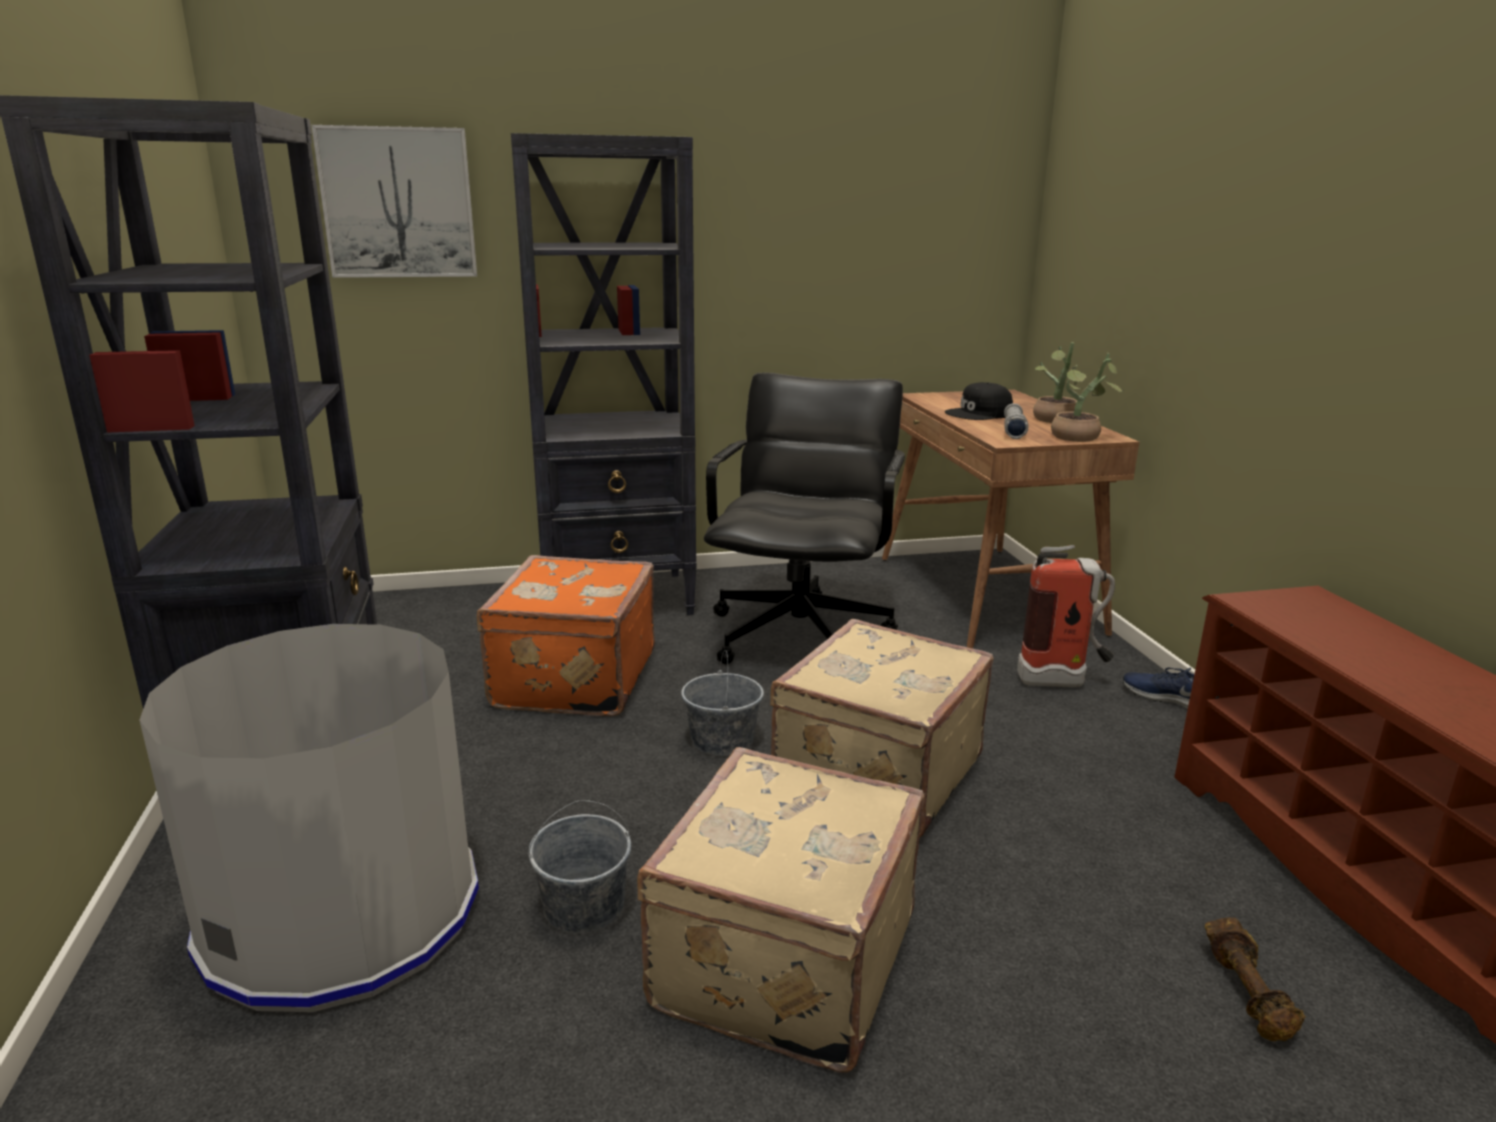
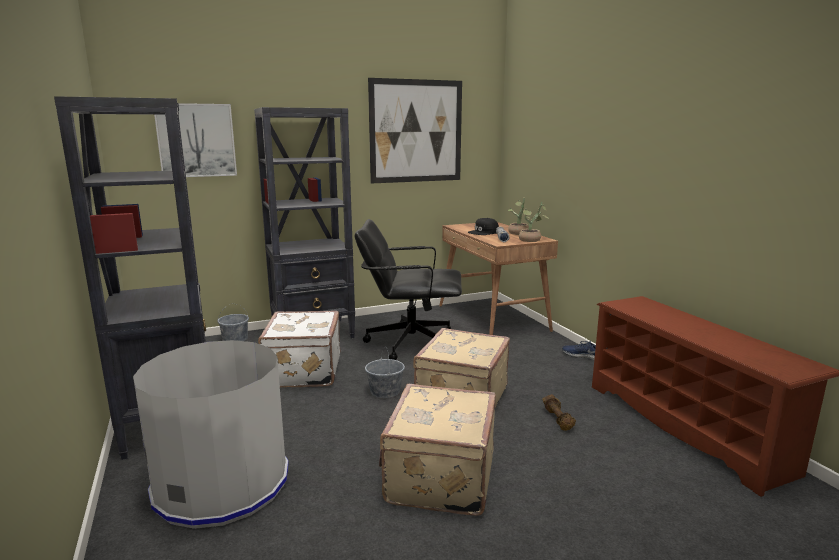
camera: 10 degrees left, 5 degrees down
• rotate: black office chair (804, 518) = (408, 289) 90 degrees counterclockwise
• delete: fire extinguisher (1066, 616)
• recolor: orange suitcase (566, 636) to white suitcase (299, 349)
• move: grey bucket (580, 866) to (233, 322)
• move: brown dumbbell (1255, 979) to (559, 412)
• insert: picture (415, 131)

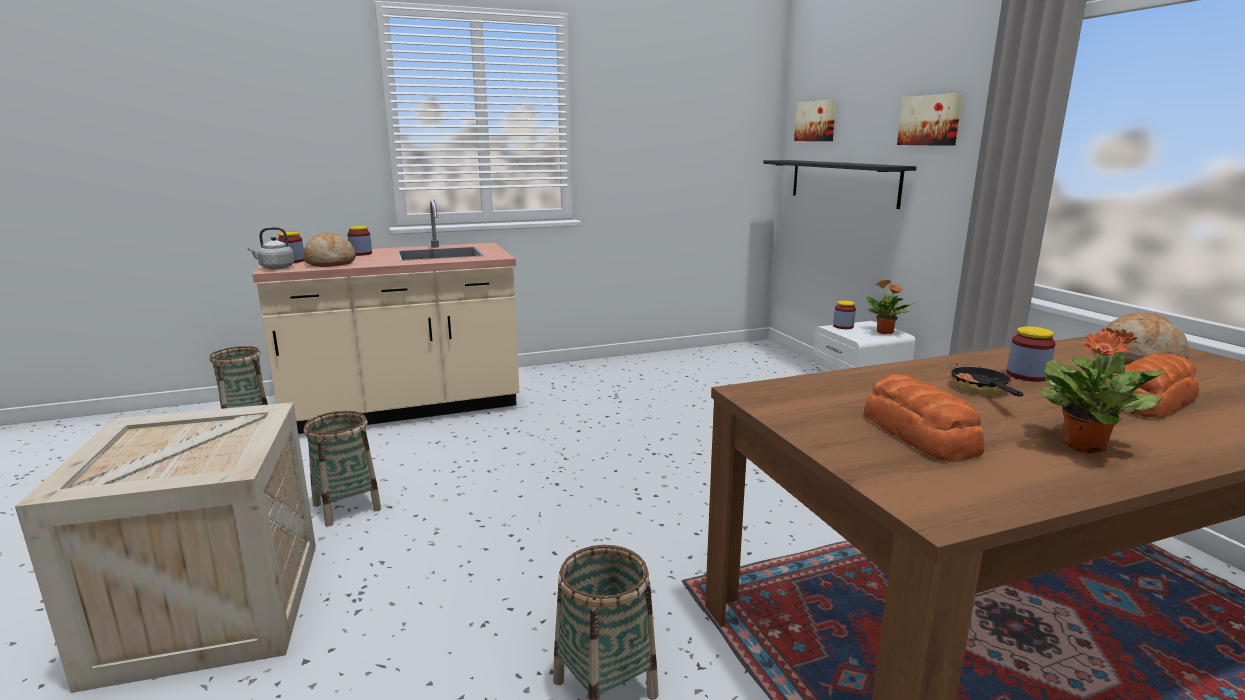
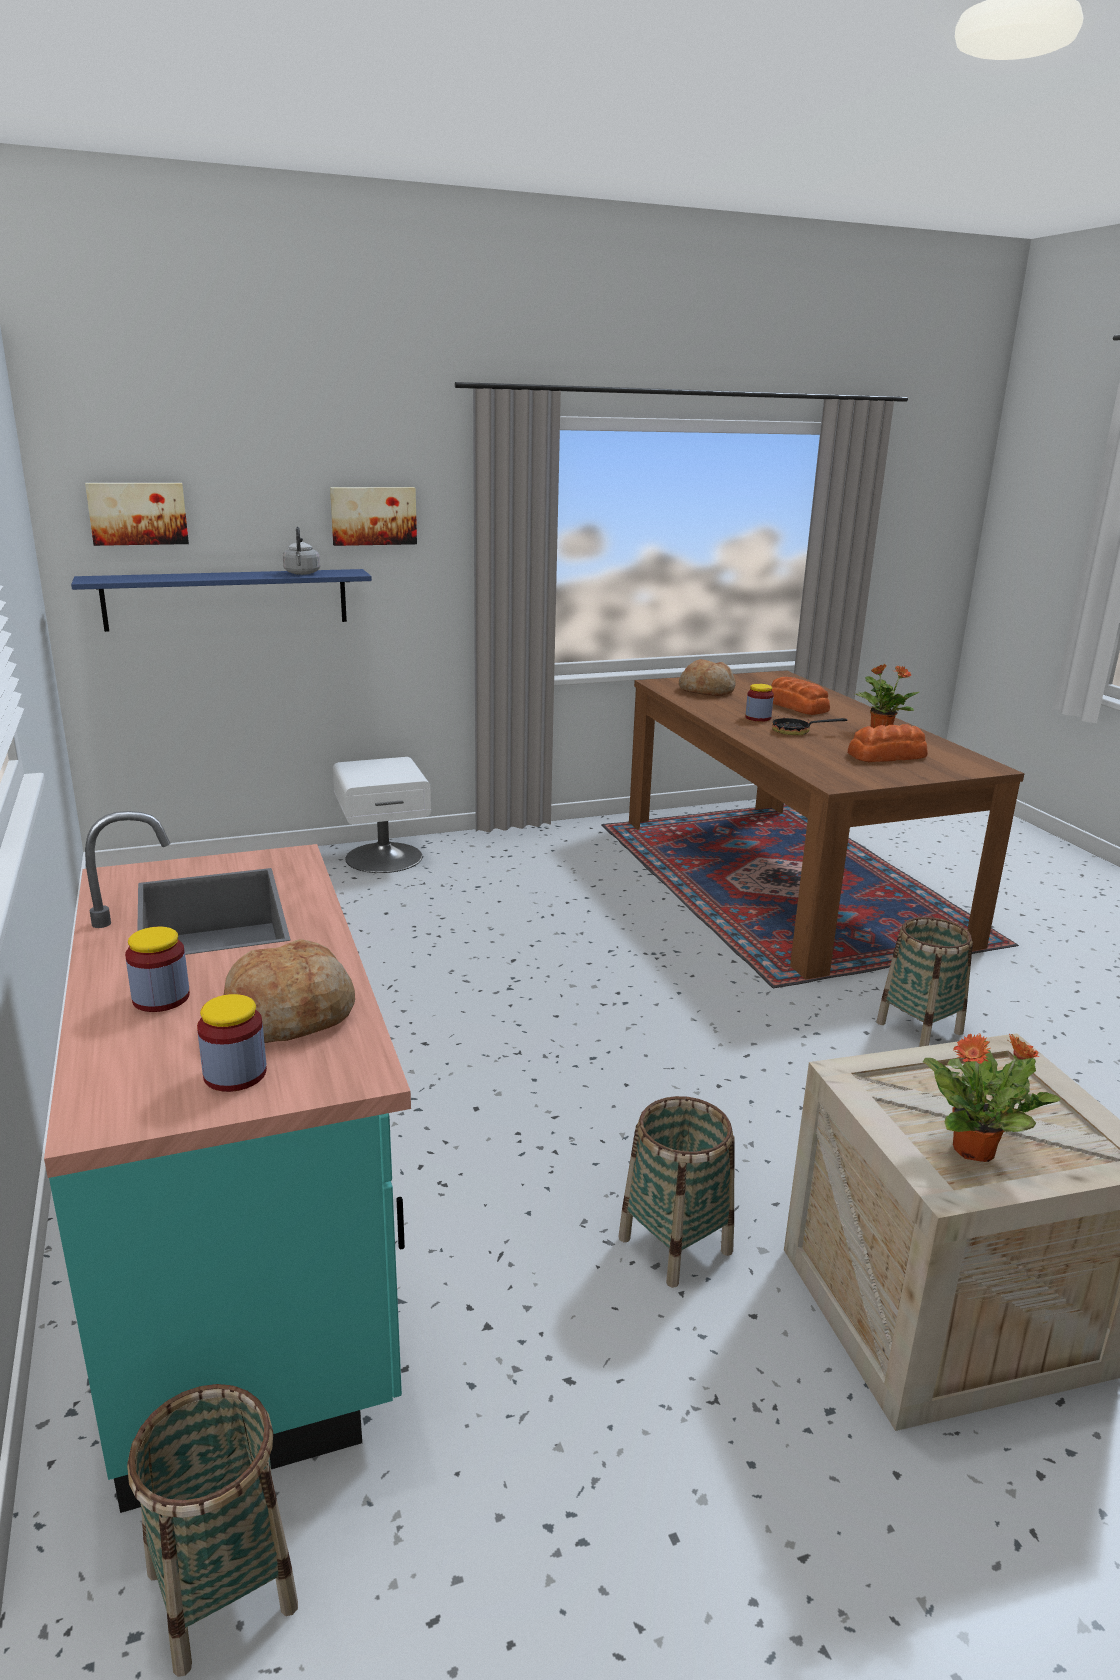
camera: 90 degrees left, 5 degrees up
• recolor: black shelf (839, 184) to blue shelf (221, 600)
• recolor: beige counter (385, 316) to turquoise counter (227, 1162)
• move: grey kettle (271, 248) to (301, 551)
• move: potted plant (889, 307) to (991, 1098)
• delete: jar (844, 314)

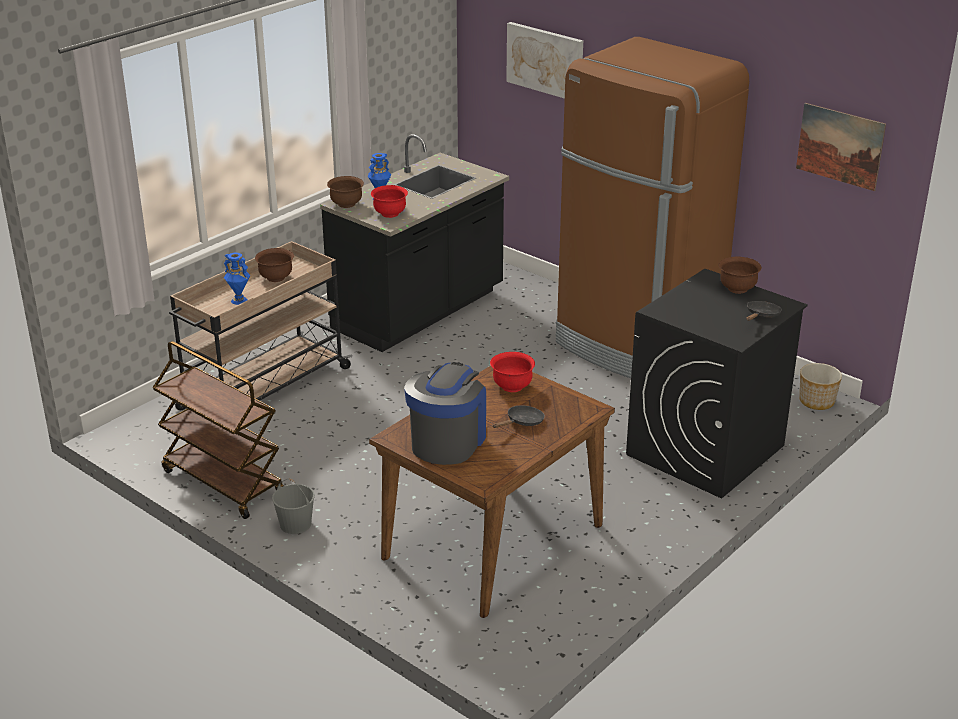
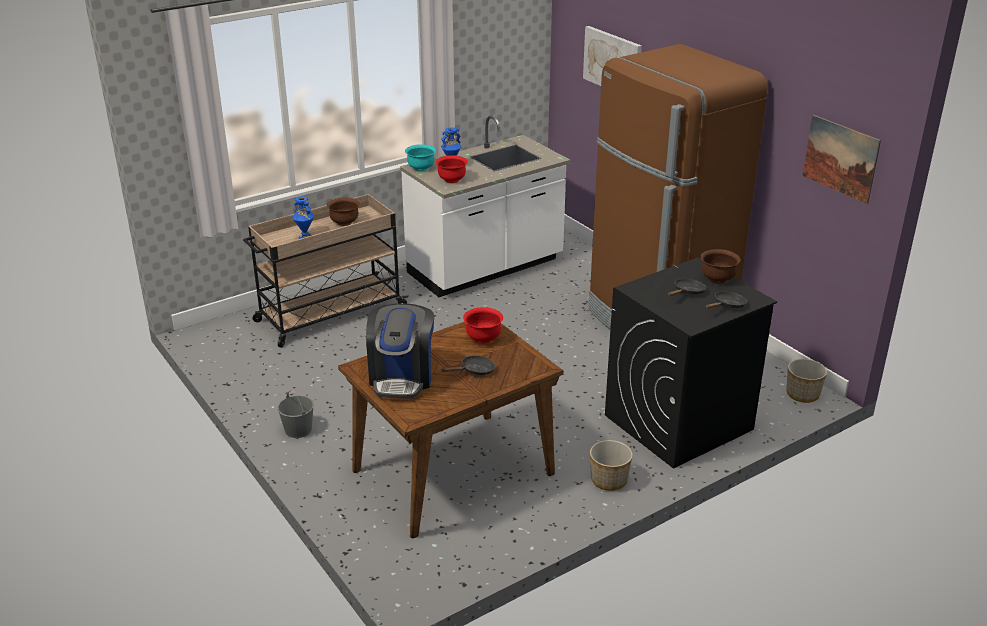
camera: 15 degrees right, 0 degrees up
• recolor: black counter (414, 243) to white counter (485, 206)
• recolor: brown bowl (345, 192) to turquoise bowl (420, 157)
• delete: brown cart (218, 430)
• rotate: coffee machine (445, 413) = (400, 350) 150 degrees clockwise
• insert: black frying pan (687, 287)
• insert: planter (611, 465)

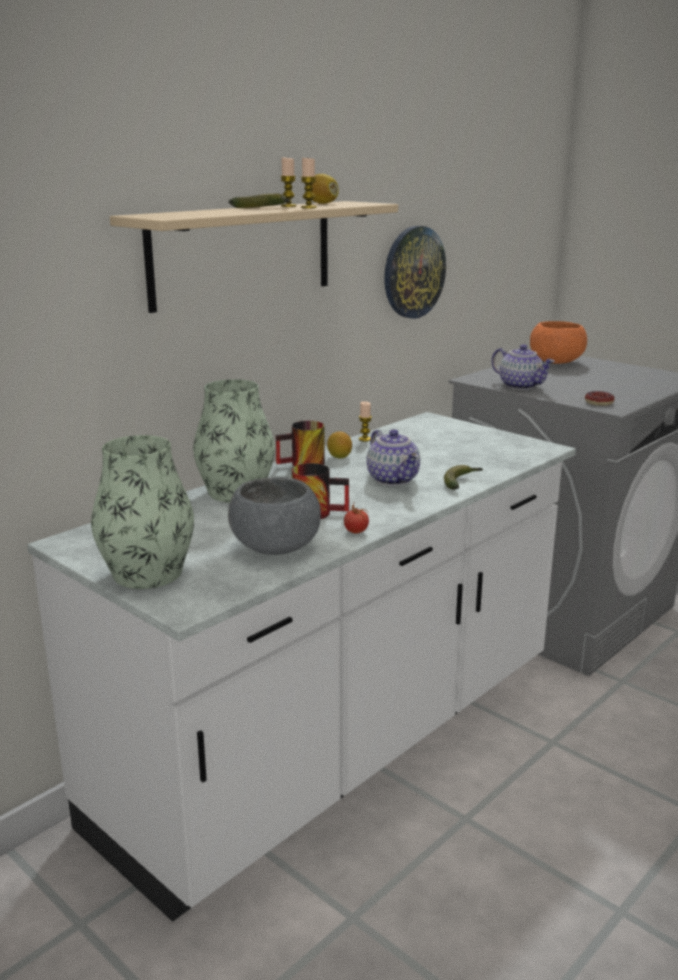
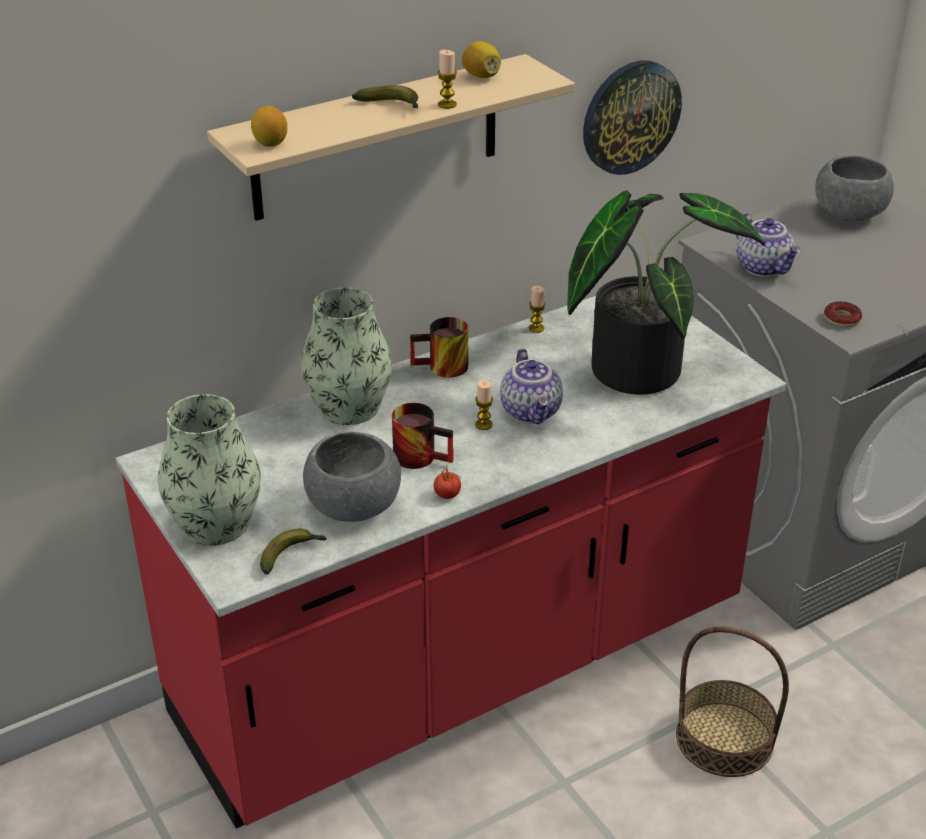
camera: 15 degrees right, 15 degrees up
• move: candle (288, 182) to (484, 404)
• recolor: orange bowl (558, 342) to grey bowl (854, 188)
• recolor: white counter (301, 667) to red counter (450, 562)
• move: lemon (339, 444) to (269, 126)
• move: banana (463, 477) to (293, 551)
• insert: potted plant (666, 292)
• insert: basket (732, 702)

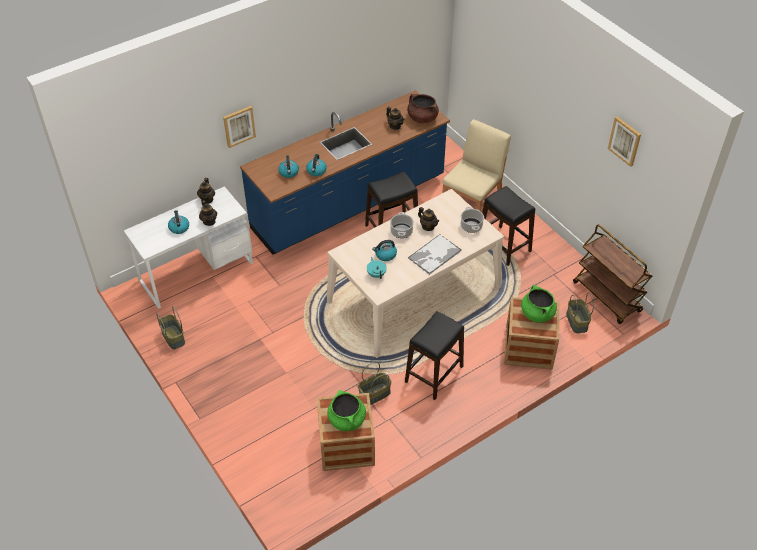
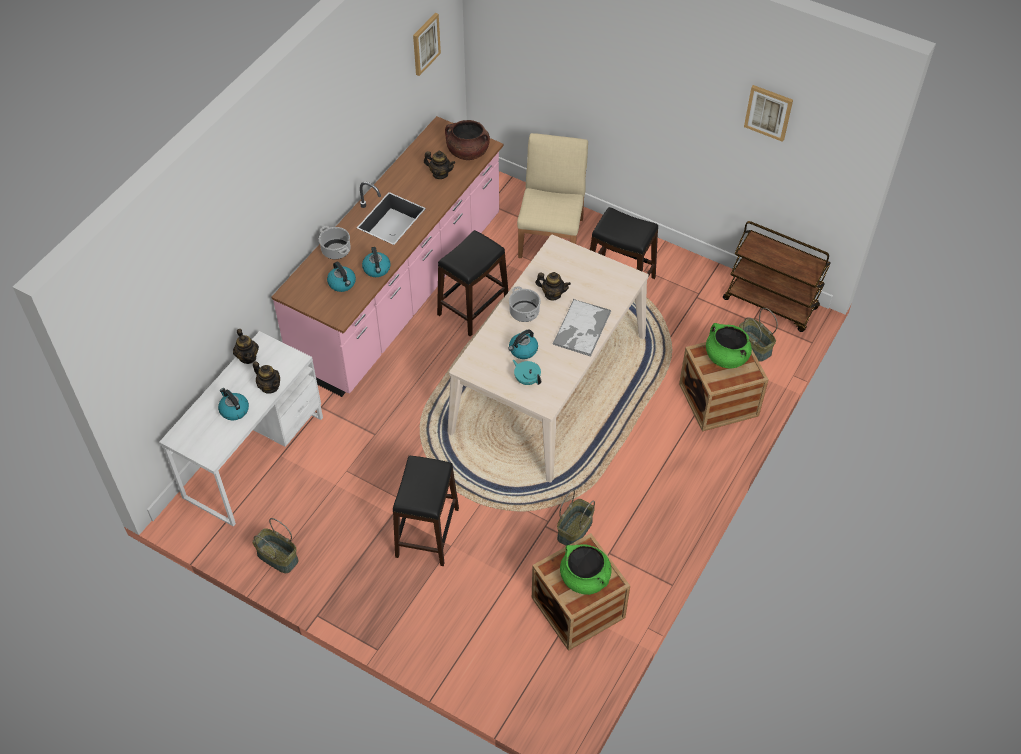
camera: 25 degrees left, 5 degrees up
• recolor: blue counter (345, 172) to pink counter (387, 256)
• move: picture (239, 127) to (427, 44)
• move: cooking pot (472, 220) to (335, 242)
• move: black stool (434, 355) to (426, 511)

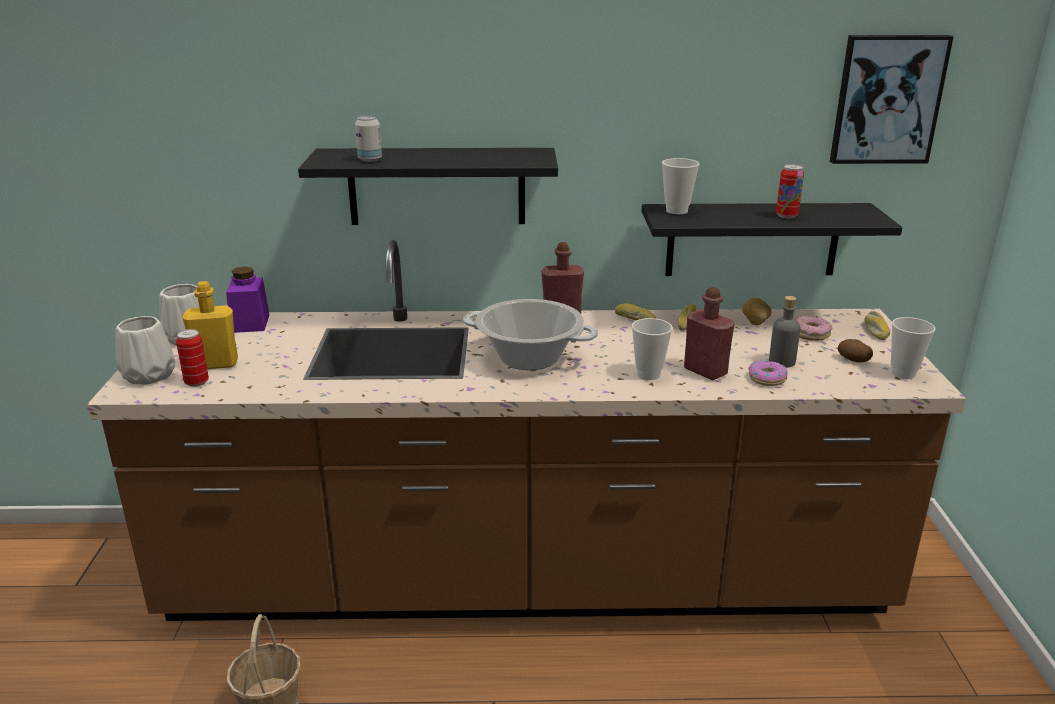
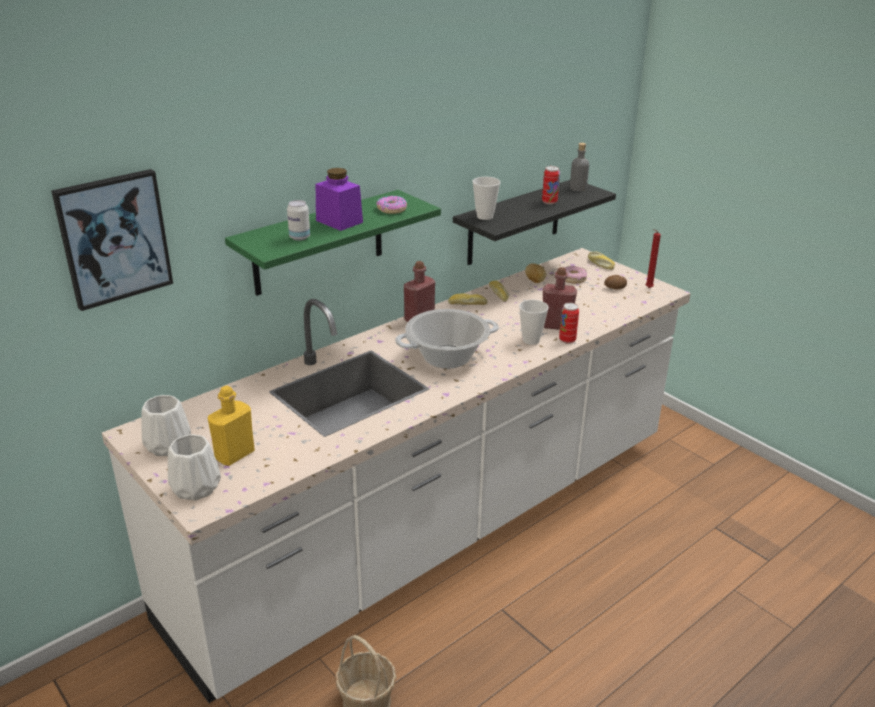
camera: 40 degrees left, 5 degrees up
• move: picture (892, 99) to (112, 240)
• recolor: black shelf (428, 186) to green shelf (333, 243)
• recolor: brown counter (526, 430) to white counter (396, 475)
• move: purple jar (247, 300) to (339, 199)
• move: grey bottle (785, 332) to (579, 167)
• replace: cup (913, 348) to red candle (653, 258)
• move: can (192, 358) to (569, 323)
• move: donut (768, 373) to (391, 205)

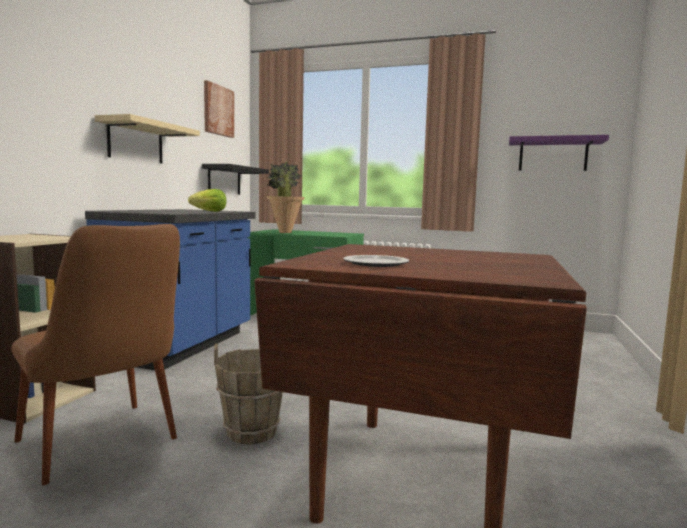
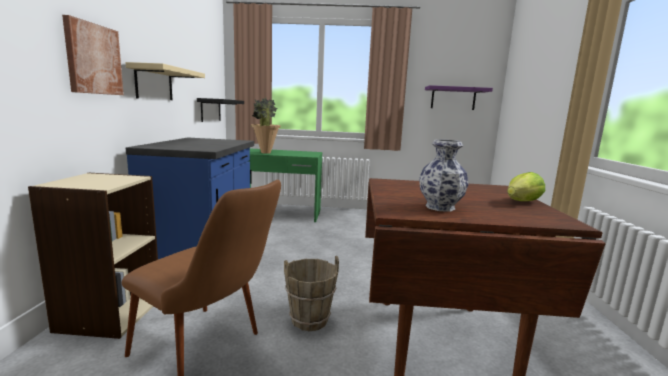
camera: 15 degrees left, 5 degrees up
• move: picture (219, 109) to (93, 55)
• move: lettuce (207, 200) to (526, 186)
• replace: plate (376, 261) to vase (443, 175)

